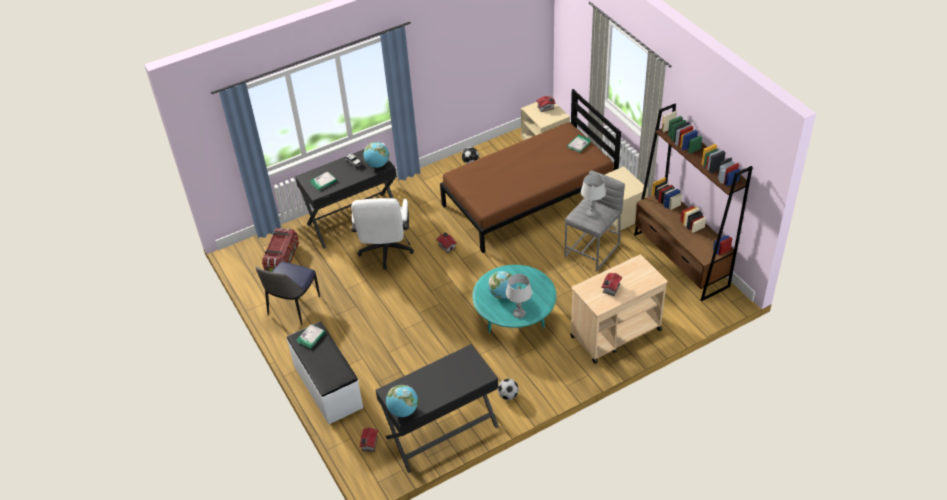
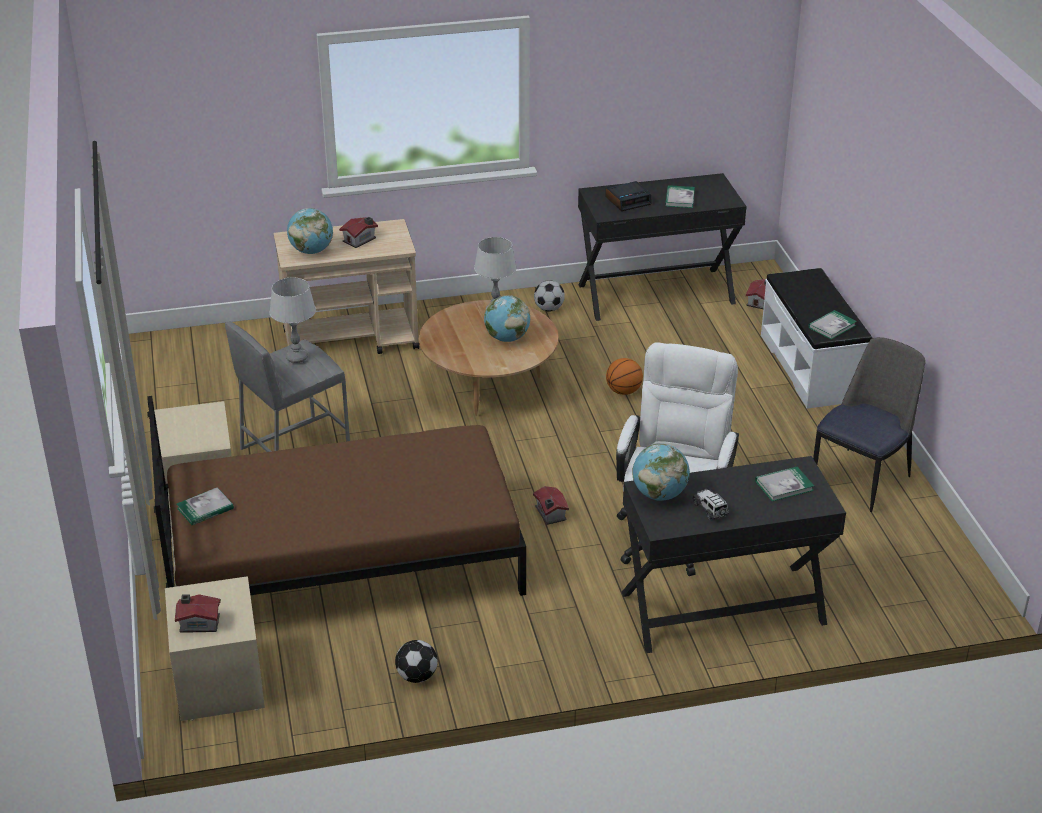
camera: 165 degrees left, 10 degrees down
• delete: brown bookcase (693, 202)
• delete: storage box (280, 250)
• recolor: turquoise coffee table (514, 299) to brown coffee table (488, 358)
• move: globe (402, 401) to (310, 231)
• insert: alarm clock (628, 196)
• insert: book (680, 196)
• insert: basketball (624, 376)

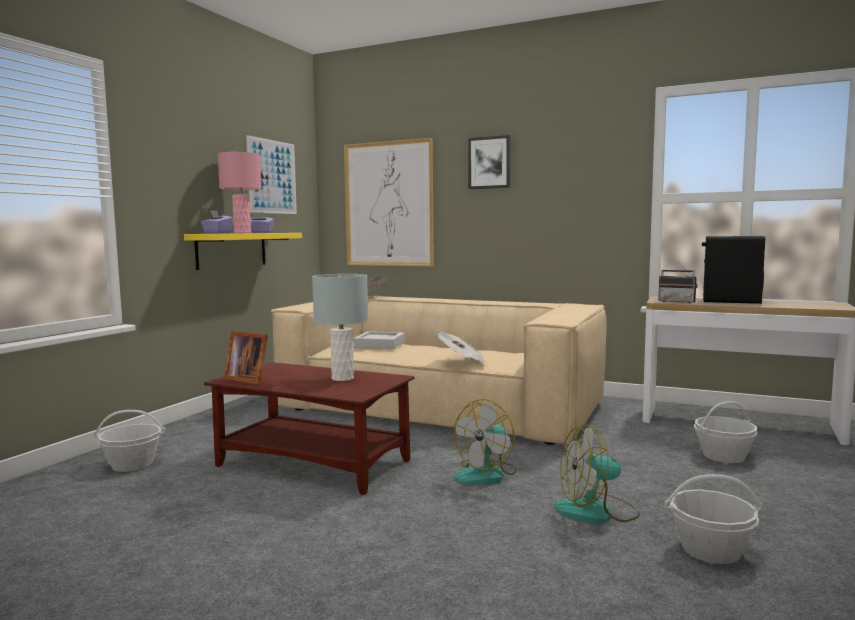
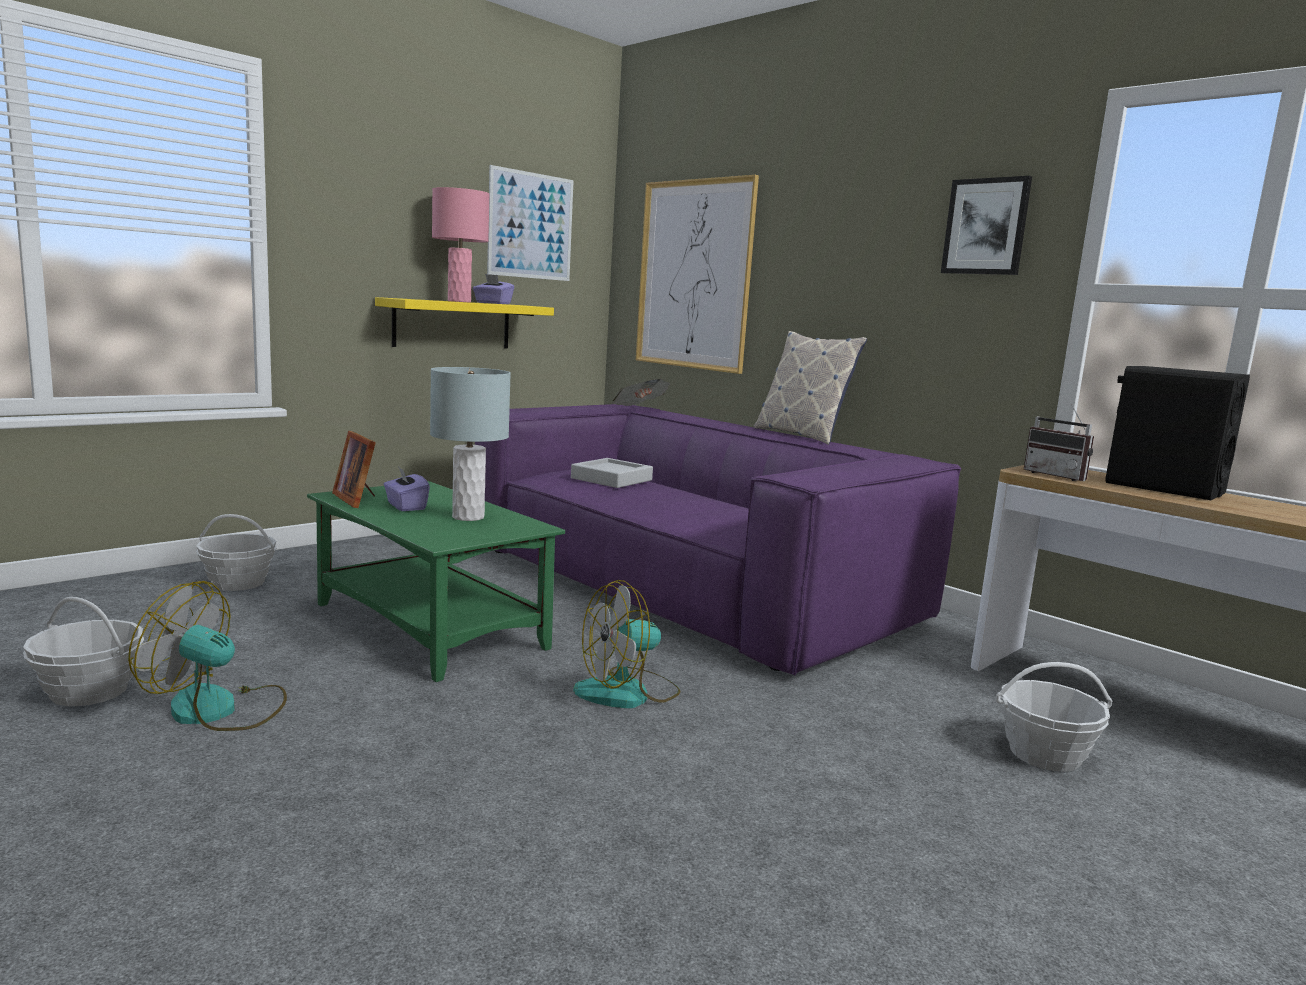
camera: 20 degrees right, 5 degrees up
• move: picture (489, 162) to (986, 225)
• move: purple tissue box (217, 221) to (407, 488)
• recolor: beige sofa (439, 370) to purple sofa (718, 539)
• delete: newspaper (460, 346)
• recolor: brown coffee table (309, 428) to green coffee table (436, 581)
• move: fan (597, 474) to (207, 656)
• move: basket (714, 519) to (83, 651)
• insert: pillow (810, 388)

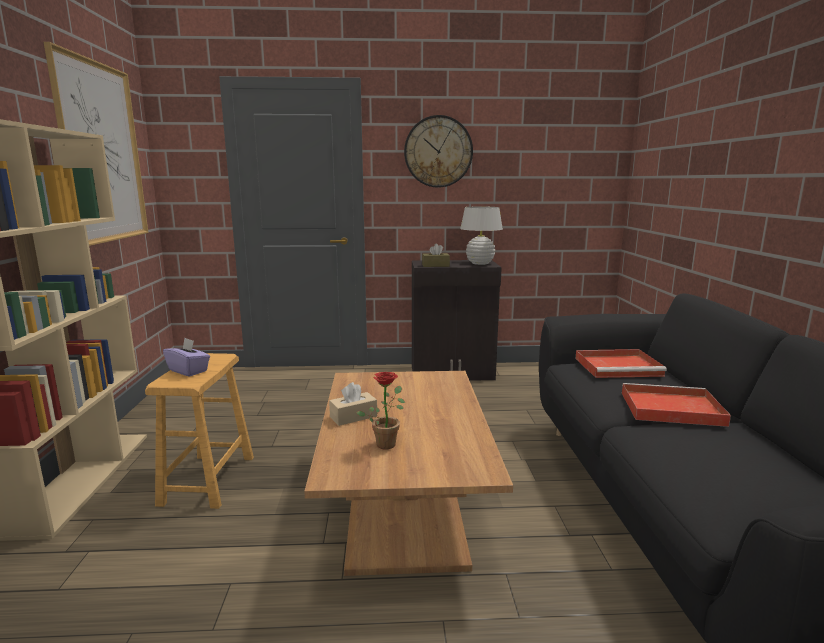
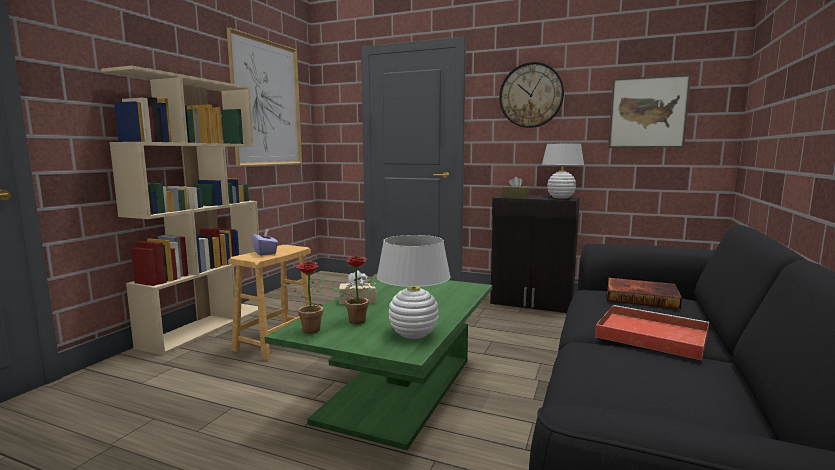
camera: 25 degrees right, 5 degrees down
• replace: red tray (621, 363) to book (644, 293)
• recolor: brown coffee table (408, 473) to green coffee table (378, 364)
• insert: picture (649, 111)
• insert: white table lamp (413, 287)
• insert: potted plant (303, 297)

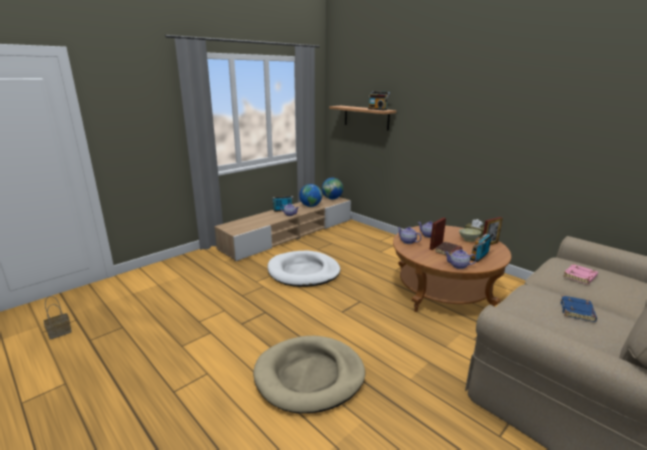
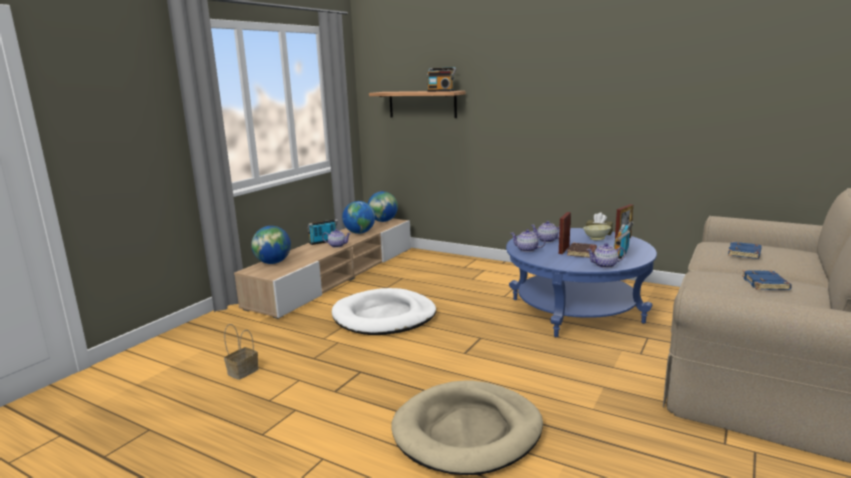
camera: 15 degrees left, 5 degrees down
• recolor: brown coffee table (452, 269) to blue coffee table (581, 282)
• recolor: pink book (580, 274) to blue book (745, 250)
• move: basket (58, 318) to (241, 352)
• insert: globe (271, 245)

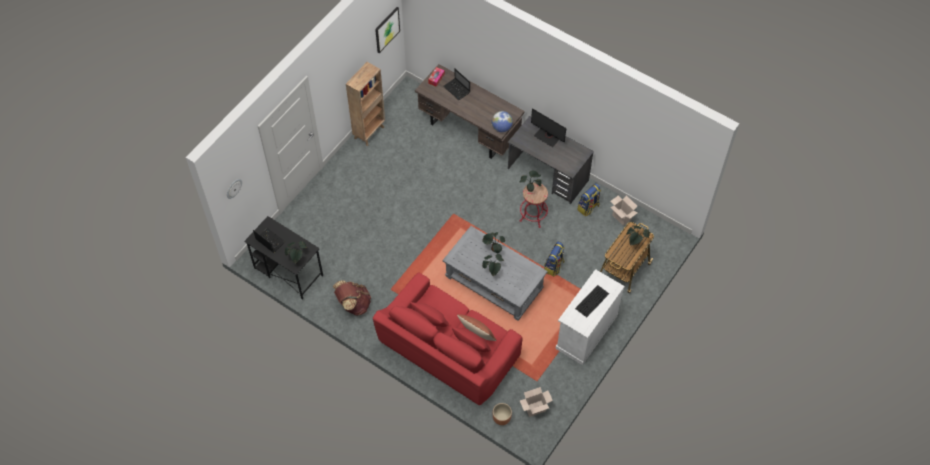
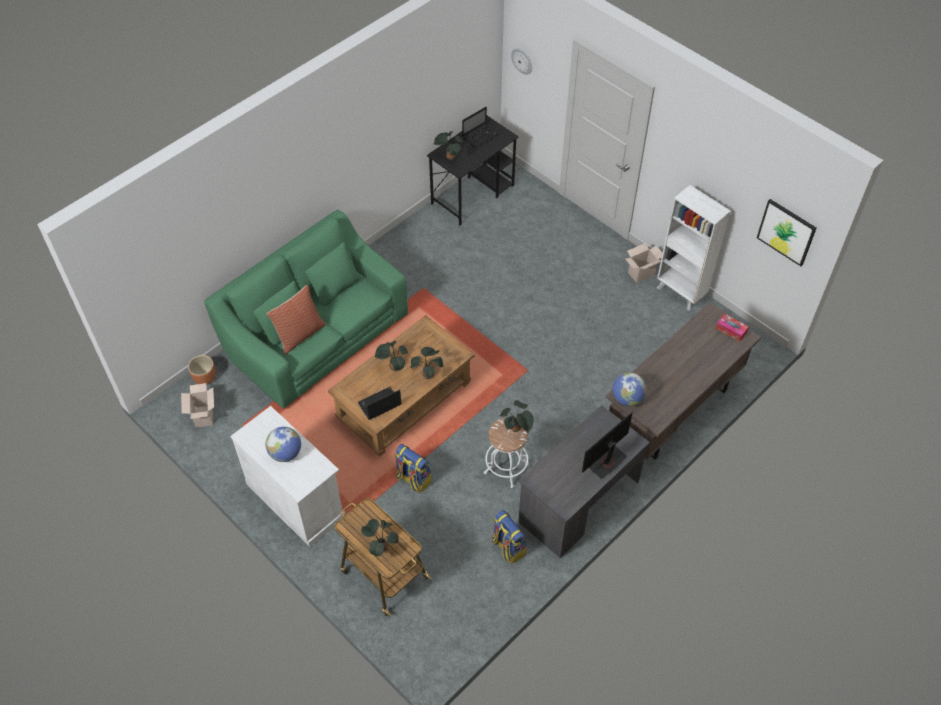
camera: 100 degrees right, 5 degrees down
• recolor: brown bookcase (365, 104) to white bookcase (694, 247)
• move: laptop (456, 84) to (379, 403)
• recolor: red stool (534, 205) to white stool (506, 453)
• move: cardboard box (623, 210) to (643, 263)
• recolor: grey coffee table (495, 273) to brown coffee table (401, 386)
• recolor: red sofa (447, 338) to green sofa (306, 309)
• delete: brown backpack (352, 298)
• replace: keyboard (592, 301) to globe (283, 444)

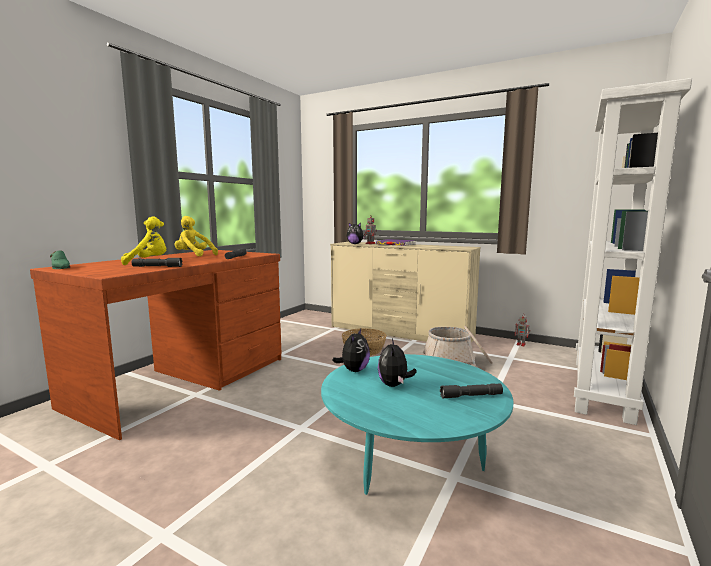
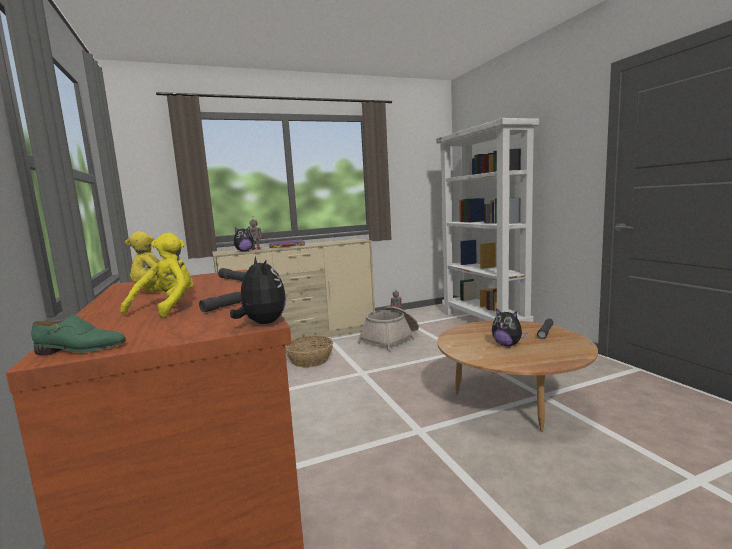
camera: 50 degrees left, 0 degrees up
• move: plush toy (351, 350) to (258, 290)
• recolor: turquoise coffee table (417, 424) to brown coffee table (517, 376)

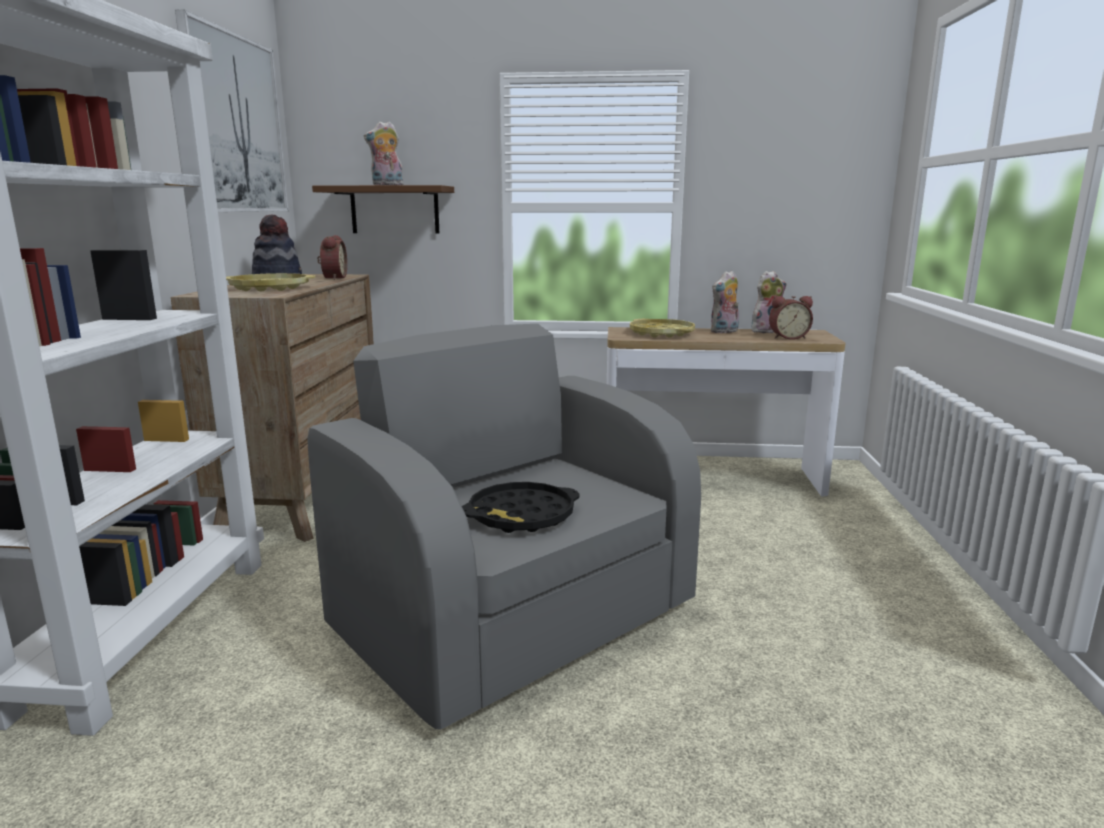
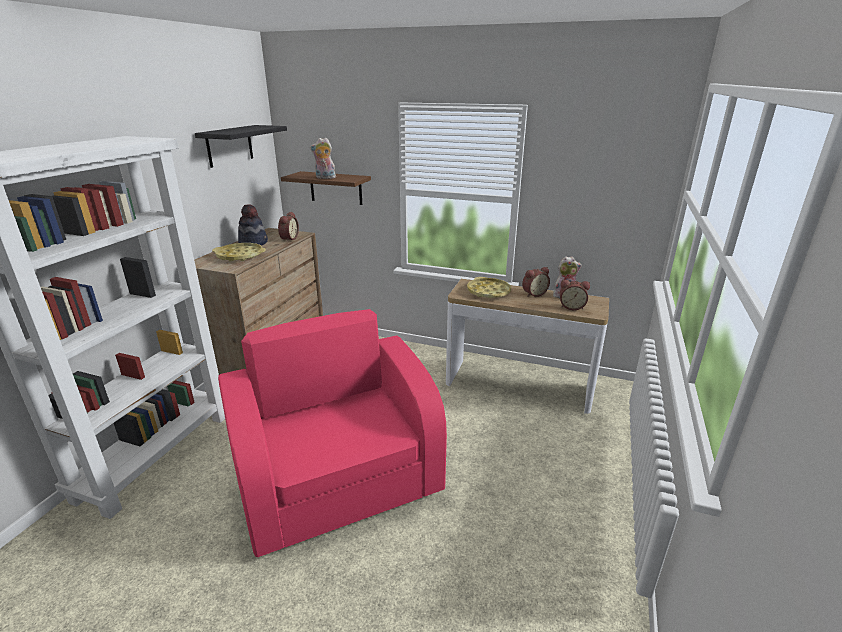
camera: 15 degrees right, 10 degrees up
• replace: picture (232, 110) to black shelf (241, 146)
• replace: plush toy (725, 302) to alarm clock (536, 282)
• recolor: grey armchair (504, 526) to pink armchair (332, 433)
• delete: black tray (521, 507)

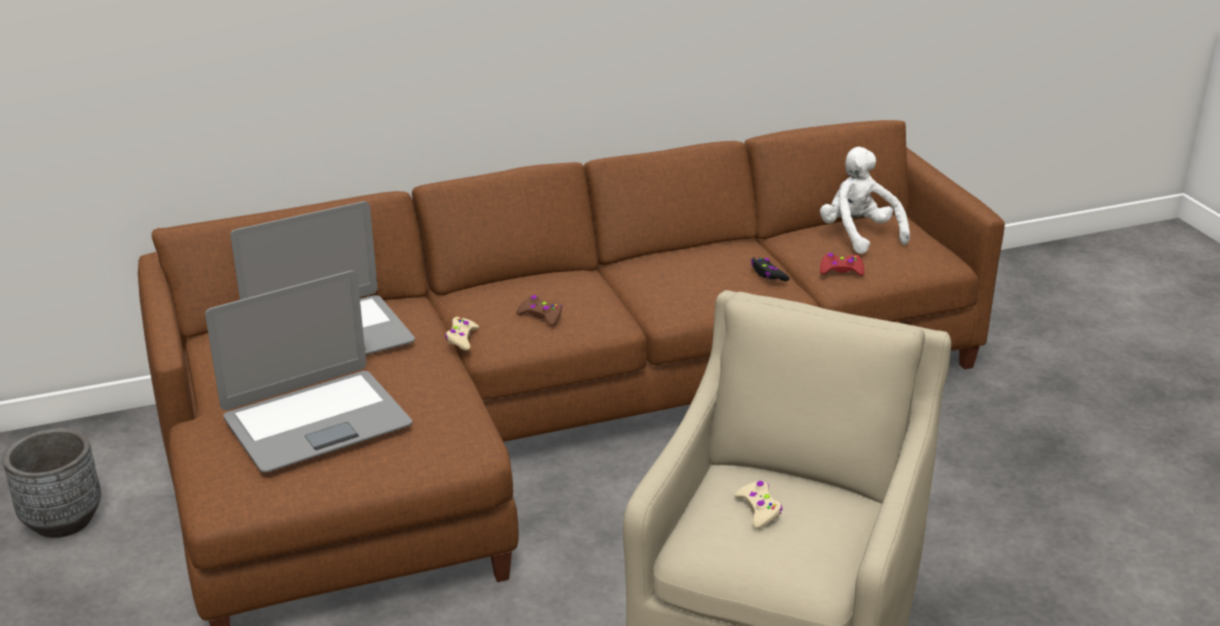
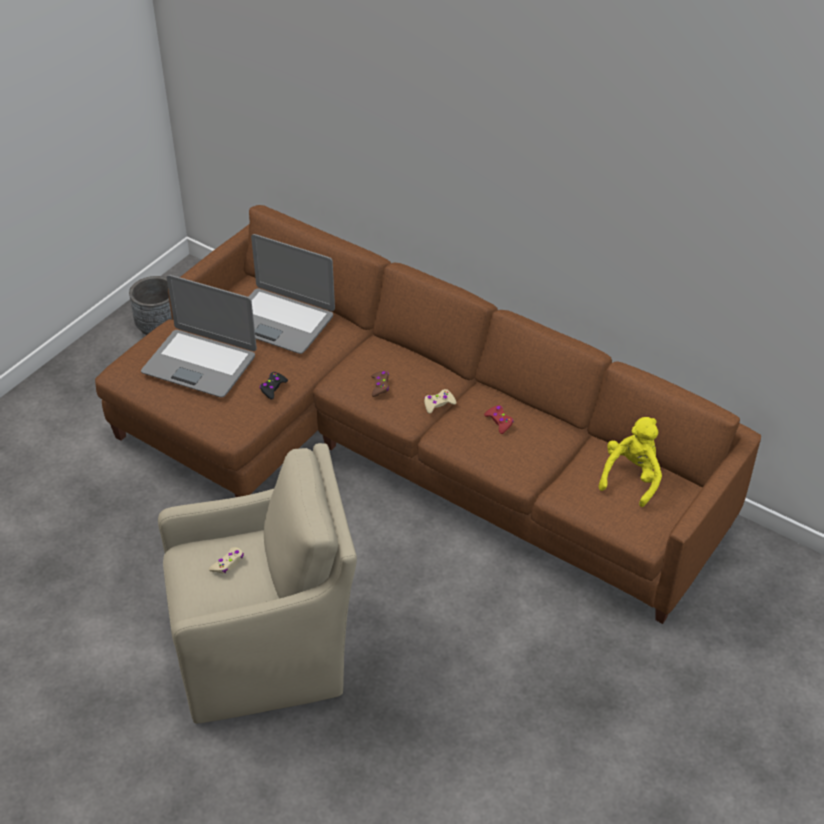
camera: 55 degrees right, 15 degrees up
• recolor: white plush toy (865, 200) to yellow plush toy (630, 462)
• move: red game controller (842, 264) to (498, 419)
• move: black game controller (770, 269) to (274, 386)
• move: beige game controller (462, 334) to (440, 401)

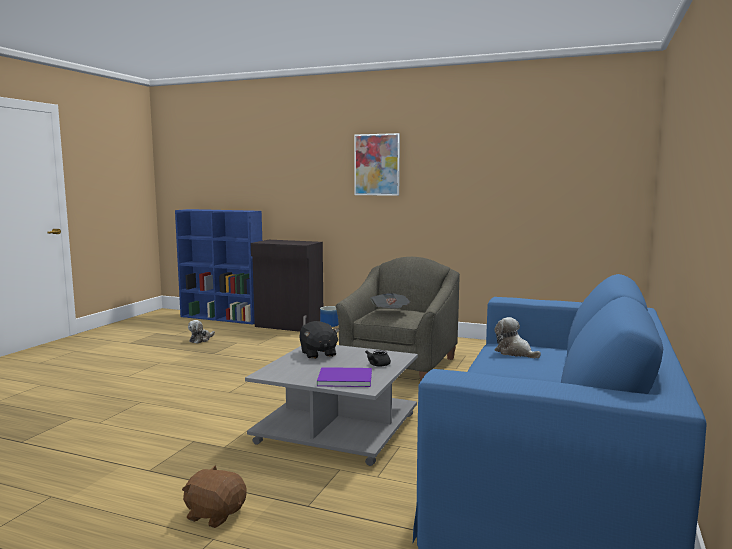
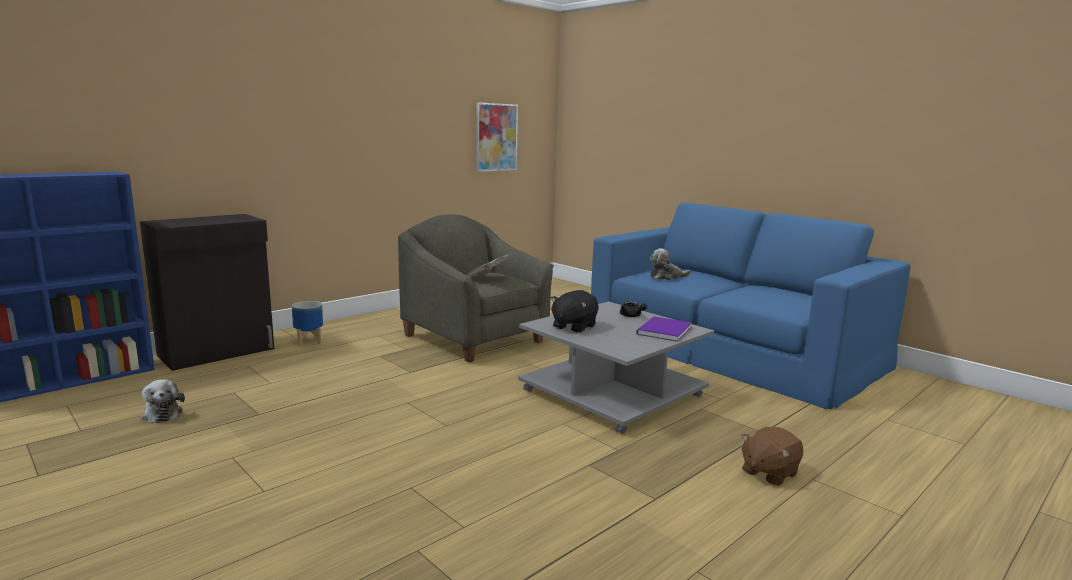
camera: 65 degrees left, 5 degrees up
• move: picture (377, 164) to (497, 137)
• rotate: black plush toy (319, 340) = (574, 311) 120 degrees clockwise

